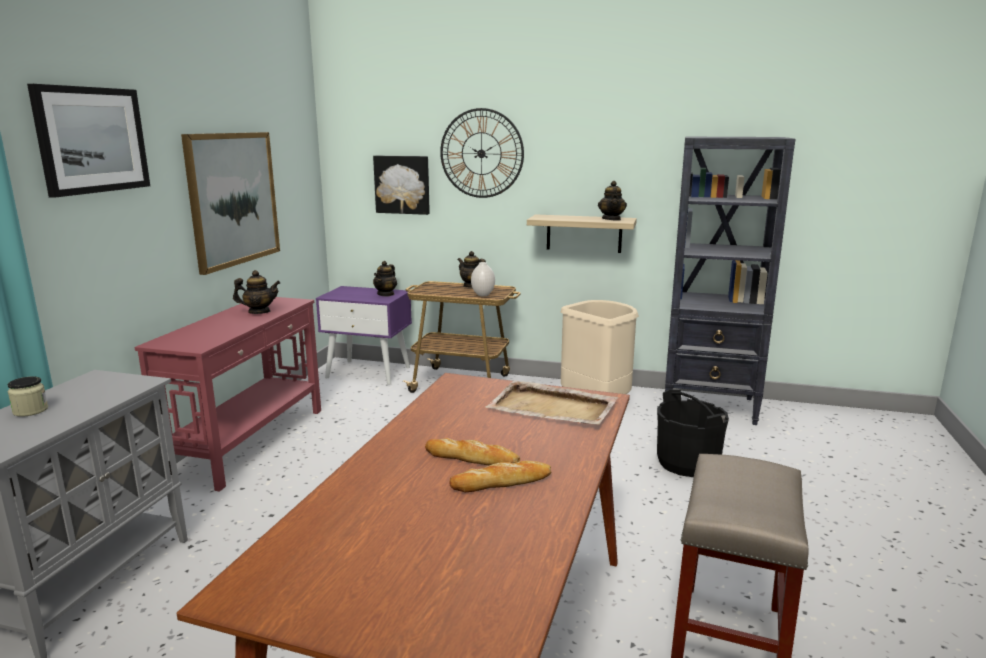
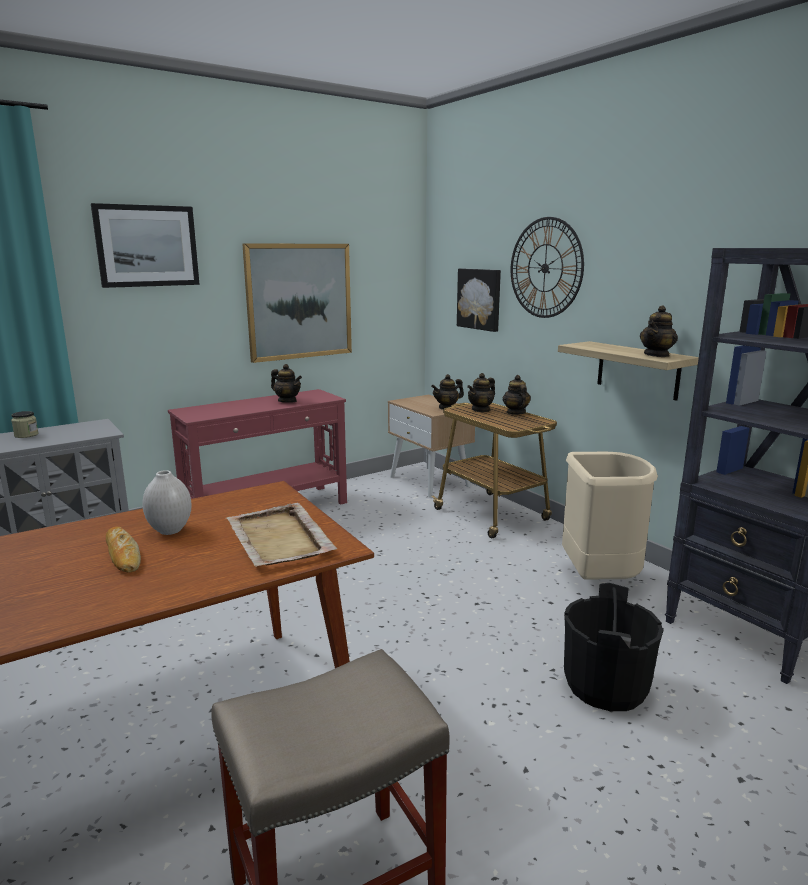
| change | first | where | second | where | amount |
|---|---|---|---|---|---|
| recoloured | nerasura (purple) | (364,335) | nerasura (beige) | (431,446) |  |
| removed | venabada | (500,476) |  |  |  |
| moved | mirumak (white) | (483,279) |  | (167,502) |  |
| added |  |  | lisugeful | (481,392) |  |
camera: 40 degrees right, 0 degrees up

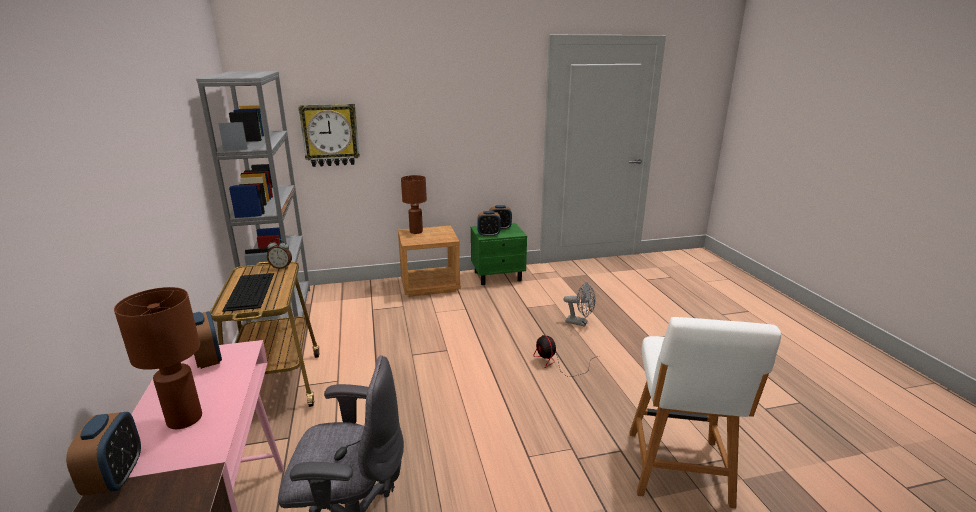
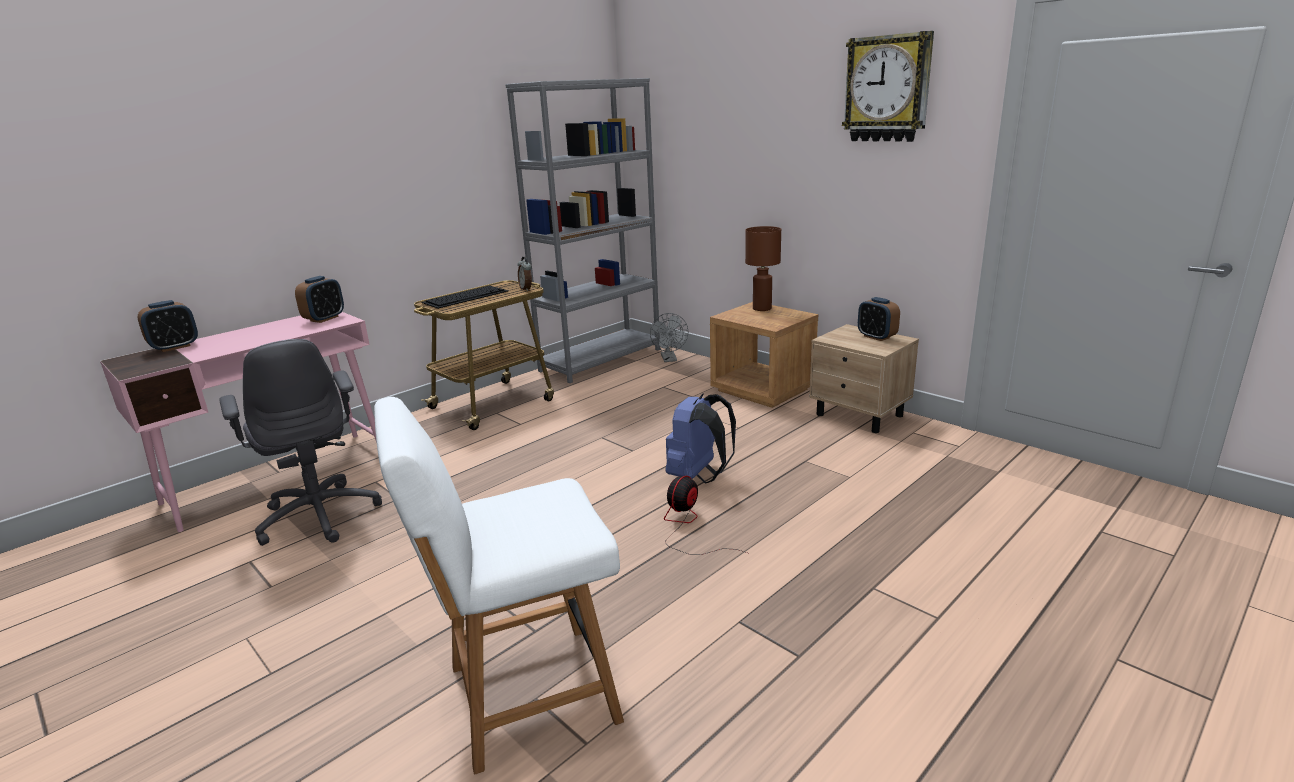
| change | first | where | second | where | amount |
|---|---|---|---|---|---|
| removed | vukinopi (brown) | (158,358) |  |  |  |
| moved | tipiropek | (329,135) |  | (888,86) |  |
| recoloured | nerasura (green) | (499,254) | nerasura (beige) | (864,378) |  |
| removed | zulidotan | (489,223) |  |  |  |
| moved | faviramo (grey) | (579,304) |  | (669,337) |  |
| added |  |  | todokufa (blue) | (701,439) |  |
camera: 60 degrees right, 0 degrees up

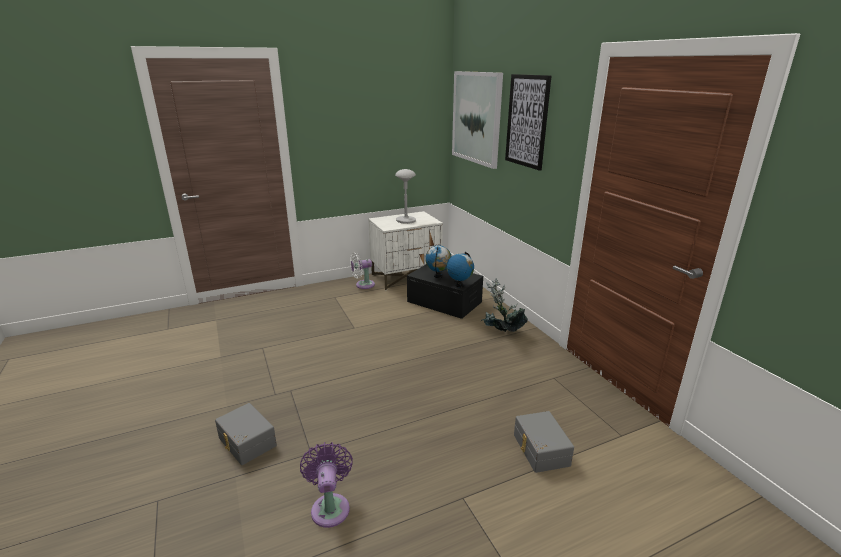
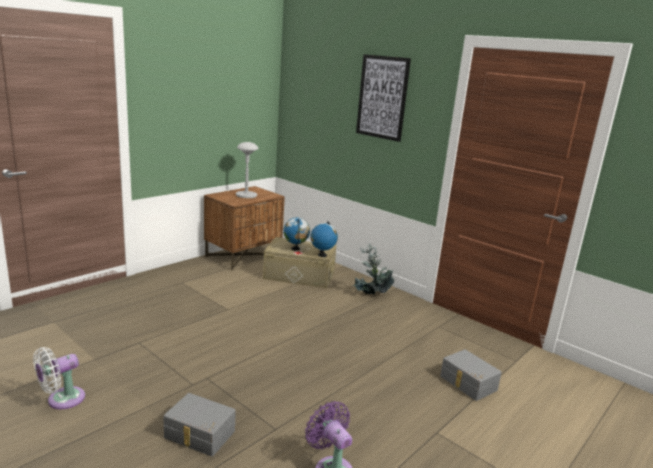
| change | first | where | second | where | amount |
|---|---|---|---|---|---|
| moved | faviramo (white) | (362,271) |  | (59,378) |  |
| recoloured | nerasura (white) | (405,250) | nerasura (brown) | (244,228) |  |
| recoloured | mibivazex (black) | (445,291) | mibivazex (beige) | (300,262) |  |
| removed | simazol | (477,120) |  |  |  |
camera: 25 degrees left, 5 degrees down

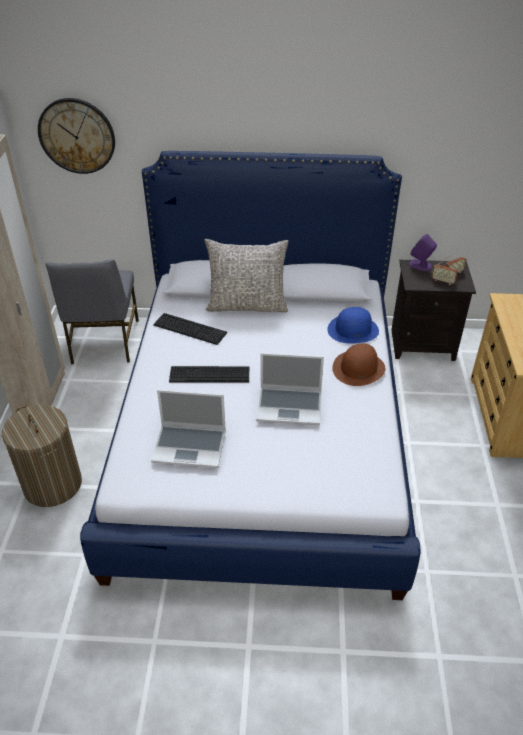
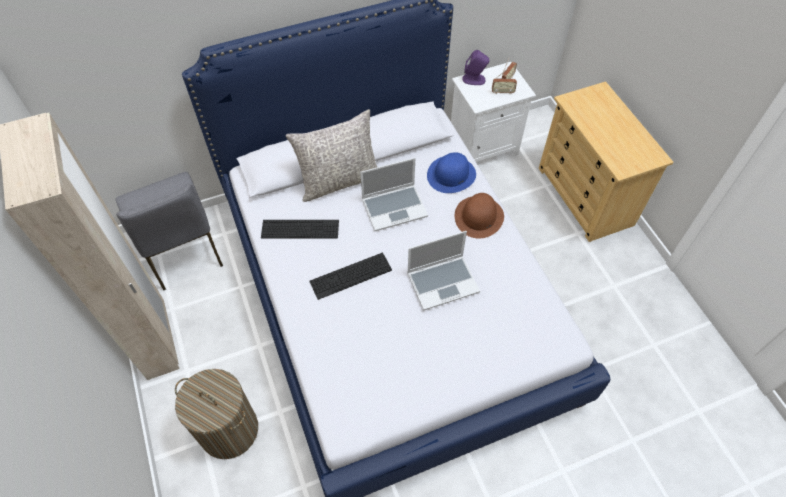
| change | first | where | second | where | amount |
|---|---|---|---|---|---|
| removed | tipiropek | (76,136) |  |  |  |
| moved | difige | (188,429) |  | (394,194) |  |
| recoloured | nerasura (black) | (433,310) | nerasura (white) | (493,112) |  |
camera: 25 degrees left, 15 degrees up

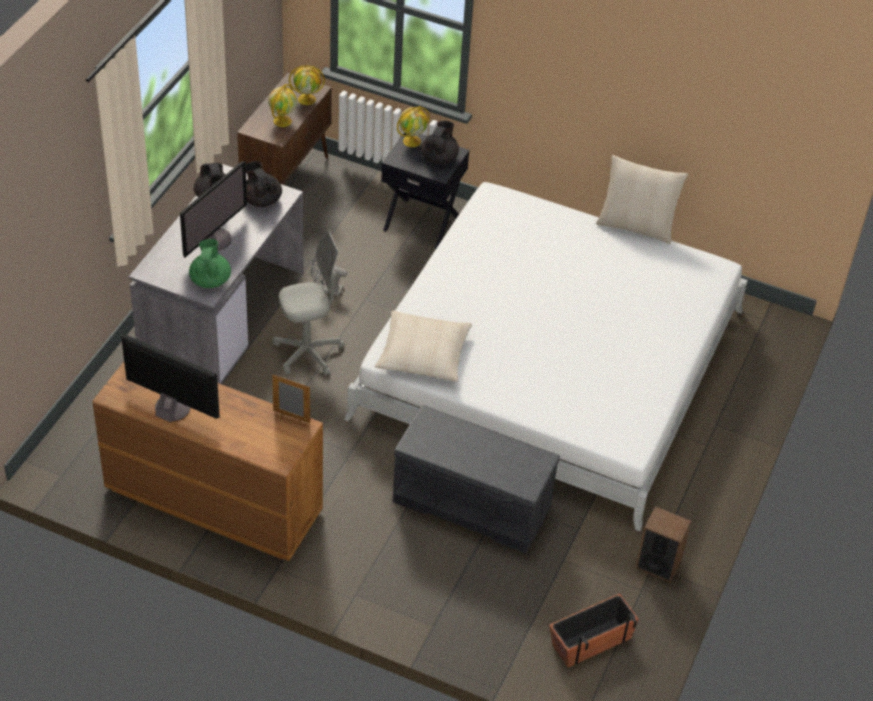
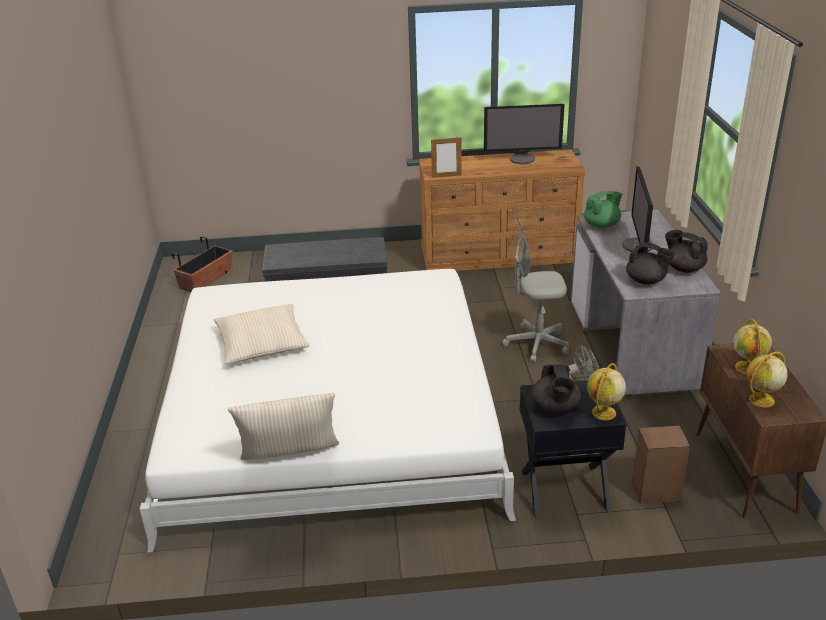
| change | first | where | second | where | amount |
|---|---|---|---|---|---|
| turned | lisugeful (green) | (210,263) |  | (603,210) | 90 degrees counterclockwise |
| turned | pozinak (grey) | (309,303) |  | (535,290) | 45 degrees clockwise |
| moved | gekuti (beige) | (423,346) |  | (261,334) |  |
| moved | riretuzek | (663,544) |  | (661,465) |  |
camera: 155 degrees right, 15 degrees down

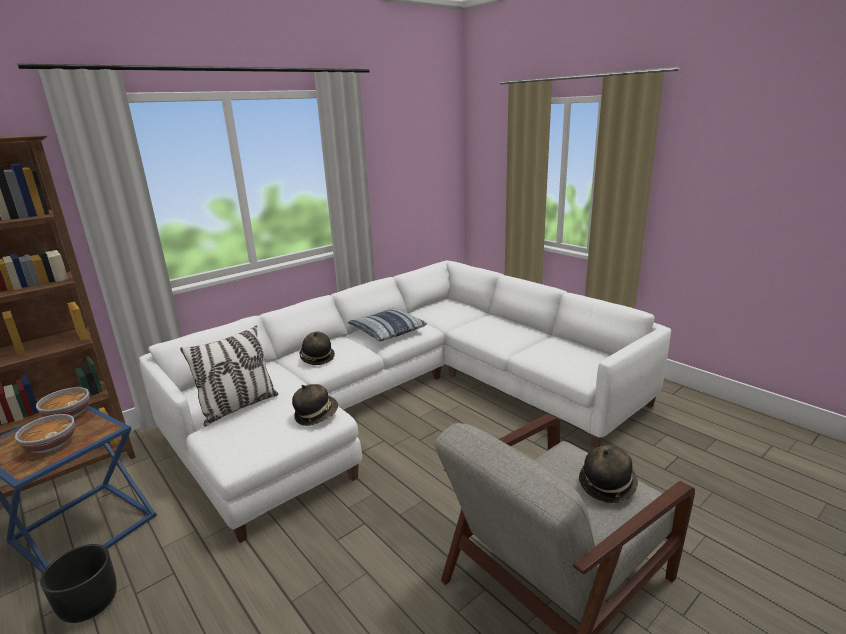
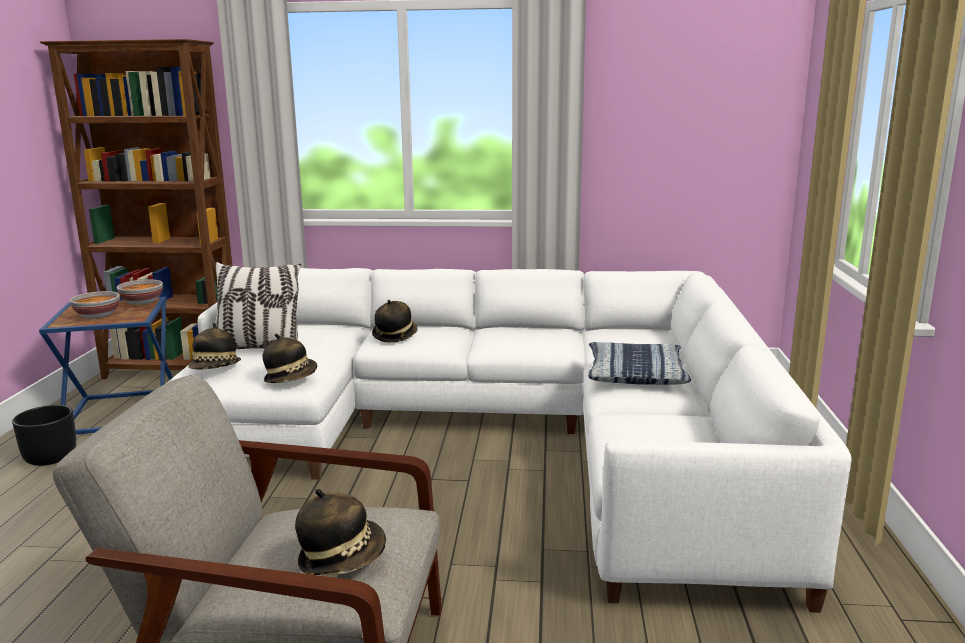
| change | first | where | second | where | amount |
|---|---|---|---|---|---|
| moved | gekuti | (387,324) |  | (639,363) |  |
| added |  |  | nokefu | (214,346) |  |
camera: 45 degrees right, 5 degrees down

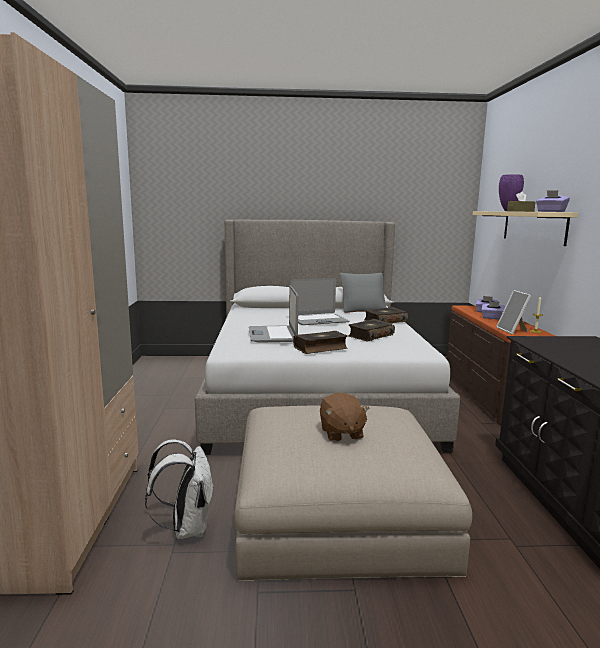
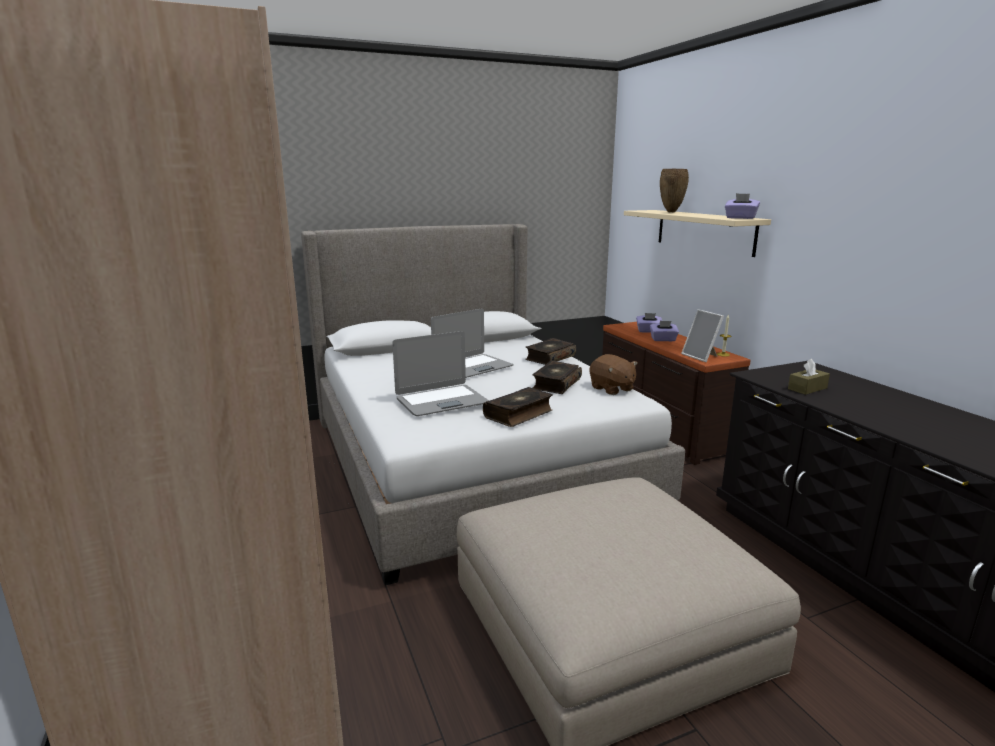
| change | first | where | second | where | amount |
|---|---|---|---|---|---|
| removed | todokufa (white) | (179,489) |  |  |  |
| turned | difige | (273,314) |  | (440,373) | 90 degrees counterclockwise |
| moved | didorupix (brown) | (345,417) |  | (614,374) |  |
| removed | gekuti (grey) | (363,293) |  |  |  |
| recoloured | mirumak (purple) | (511,192) | mirumak (brown) | (674,190) |  |
| moved | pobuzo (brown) | (521,201) |  | (809,377) |  |
camera: 20 degrees left, 5 degrees up

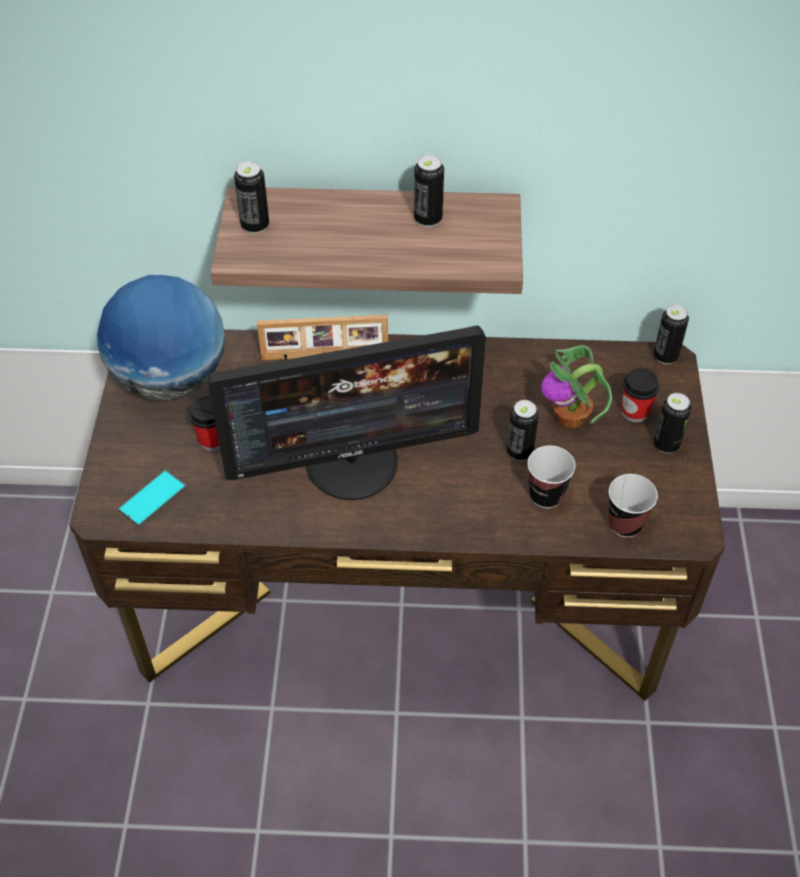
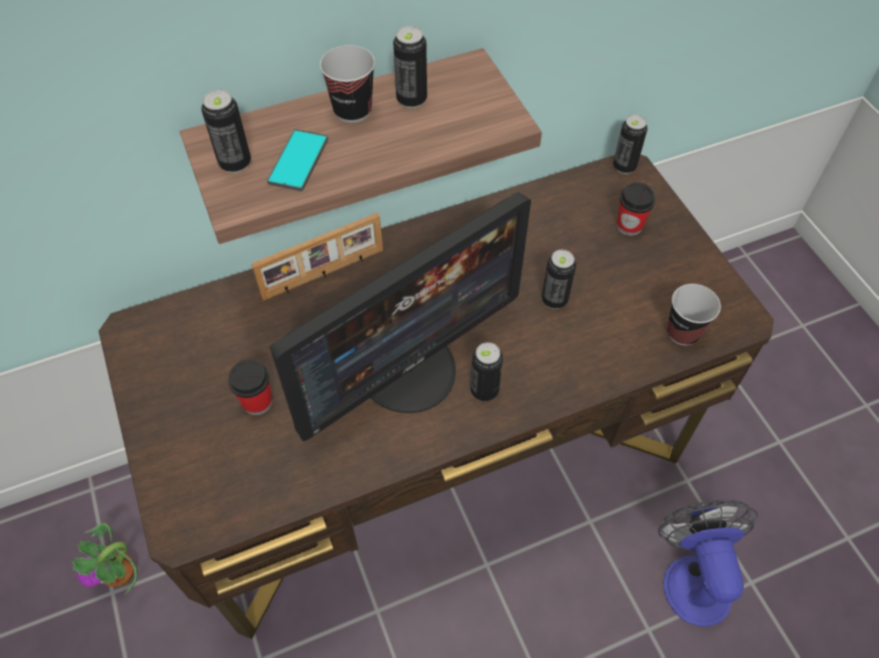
| change | first | where | second | where | amount |
|---|---|---|---|---|---|
| removed | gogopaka | (161,337) |  |  |  |
| moved | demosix | (152,498) |  | (297,160) |  |
| moved | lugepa | (552,476) |  | (347,84) |  |
| moved | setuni | (576,386) |  | (105,559) |  |
| moved | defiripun | (672,423) |  | (486,371) |  |
| added |  |  | faviramo | (708,563) |  |
camera: 25 degrees left, 5 degrees up

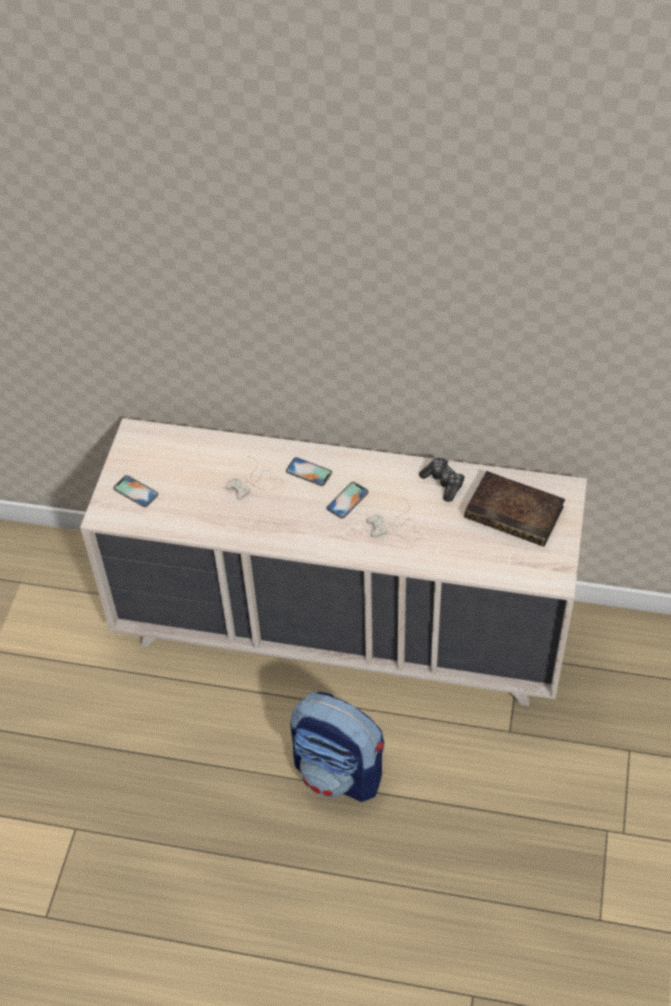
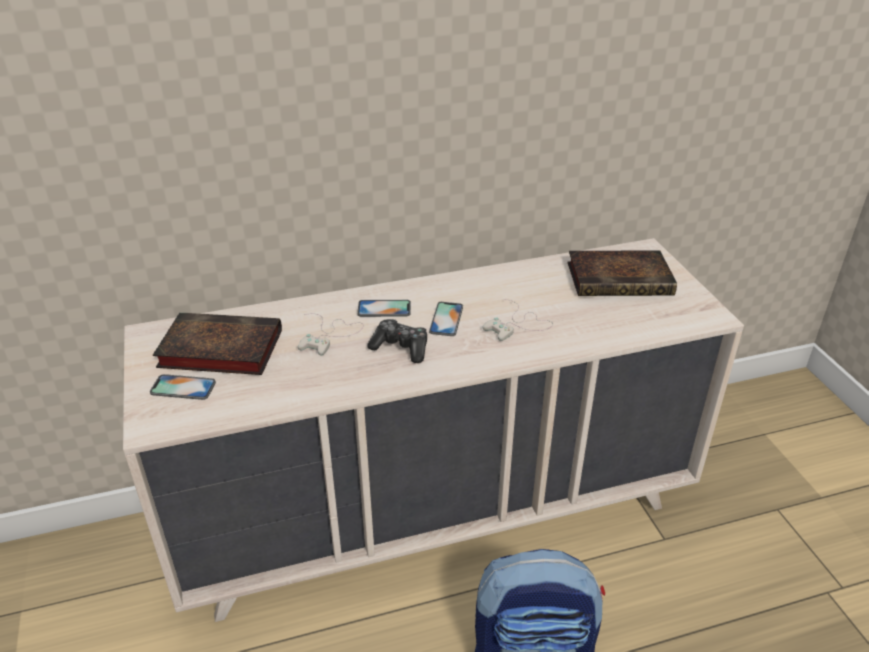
| change | first | where | second | where | amount |
|---|---|---|---|---|---|
| moved | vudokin | (442,480) |  | (397,341) |  |
| added |  |  | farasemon | (217,343) |  |
camera: 30 degrees left, 15 degrees down

